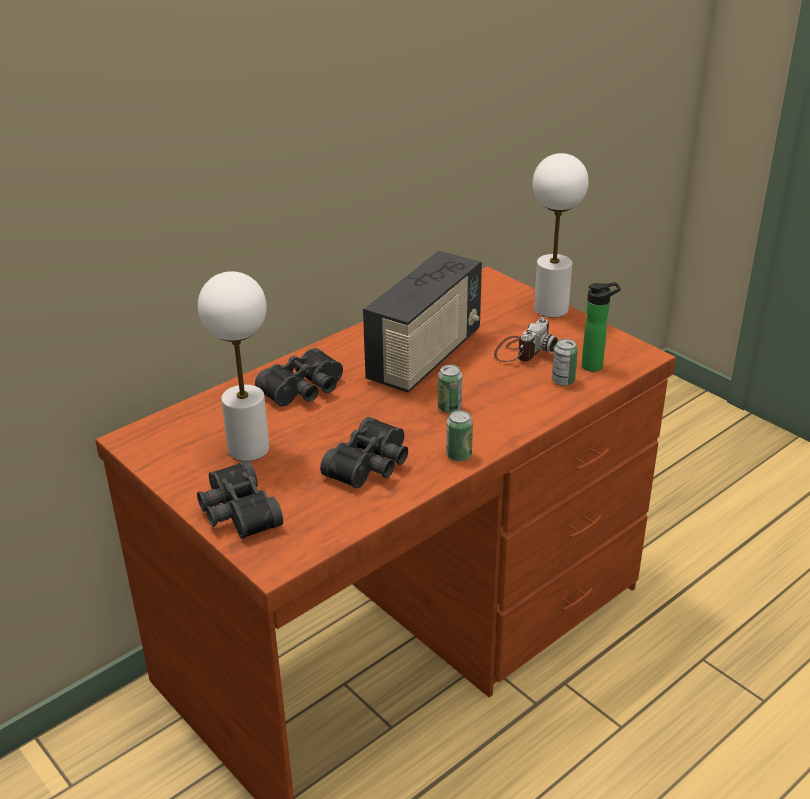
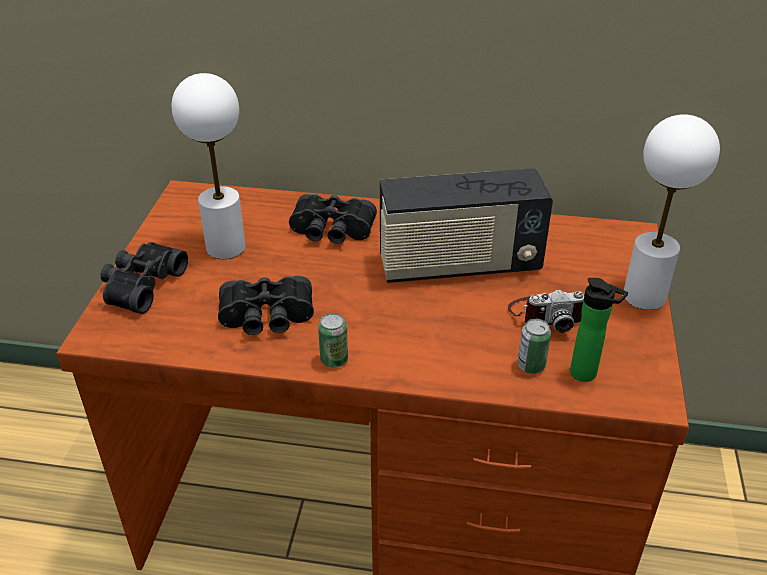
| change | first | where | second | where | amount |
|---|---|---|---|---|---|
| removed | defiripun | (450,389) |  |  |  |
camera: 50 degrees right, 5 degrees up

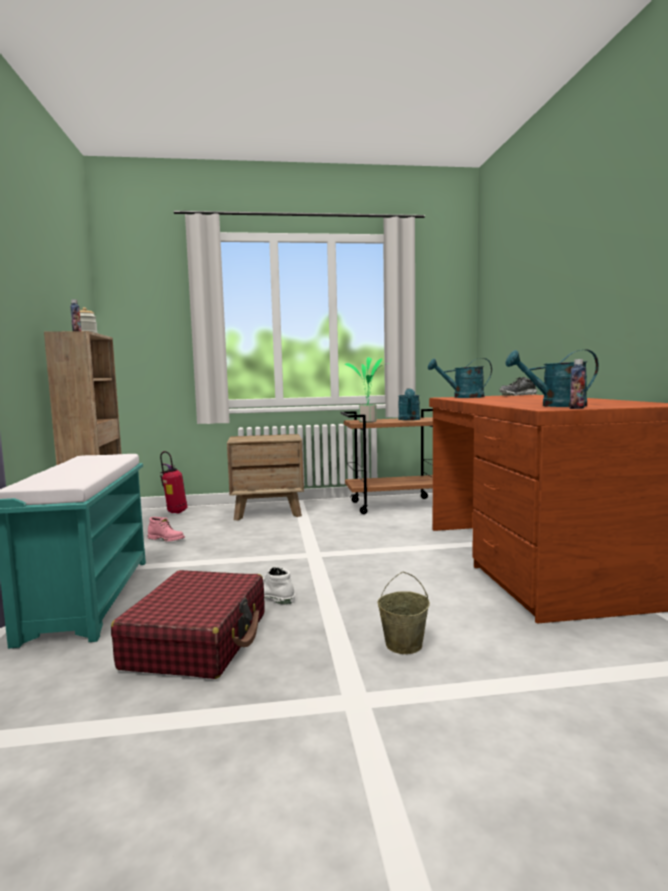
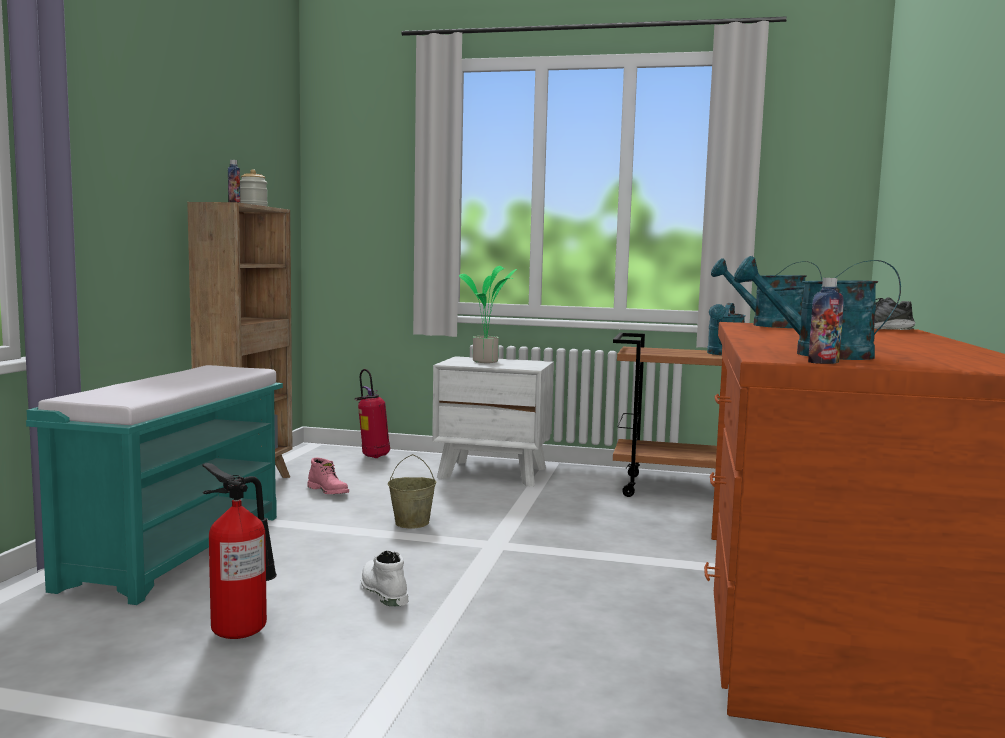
| change | first | where | second | where | amount |
|---|---|---|---|---|---|
| replaced | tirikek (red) | (188,624) | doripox | (239,551) |  |
| recoloured | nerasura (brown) | (265,477) | nerasura (white) | (493,421) |  |
| moved | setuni | (364,389) |  | (488,314) |  |
| moved | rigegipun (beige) | (403,613) |  | (412,491) |  |
camera: 20 degrees right, 0 degrees up

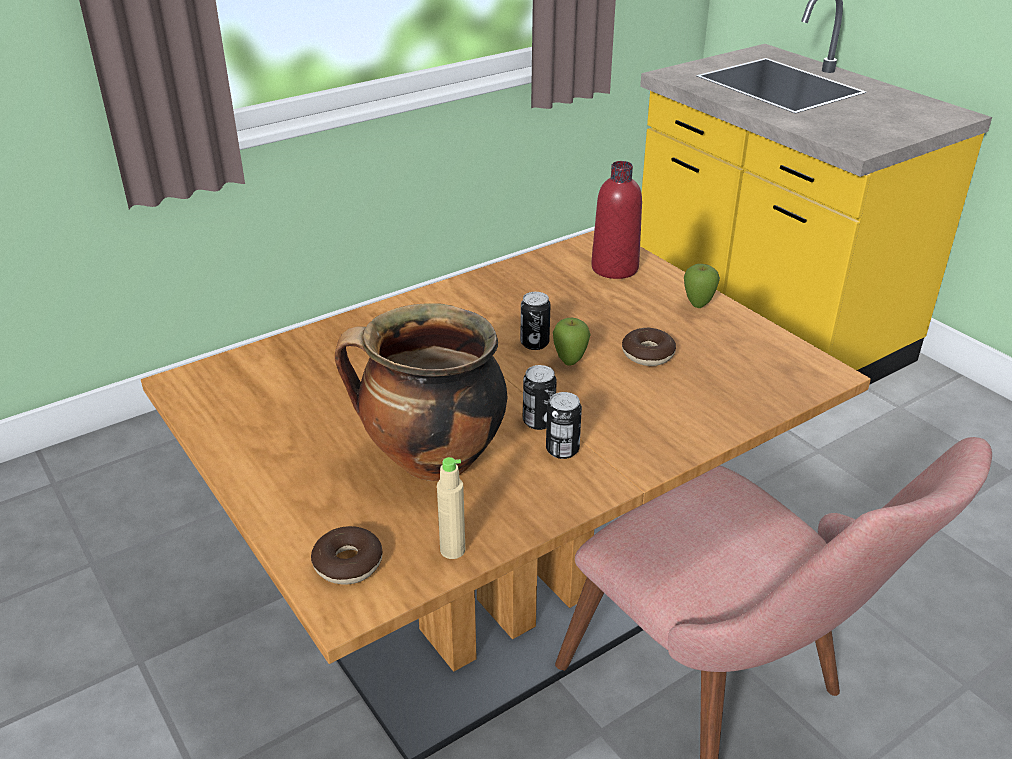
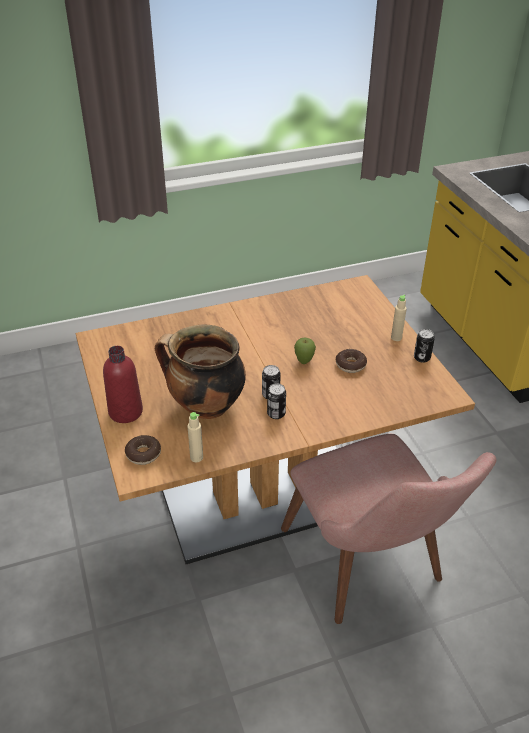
| change | first | where | second | where | amount |
|---|---|---|---|---|---|
| moved | defiripun | (535,321) |  | (424,346) |  |
| moved | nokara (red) | (616,220) |  | (123,384) |  |
| replaced | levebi | (702,286) | nokara (beige) | (399,318) |  |
camera: 15 degrees right, 5 degrees up

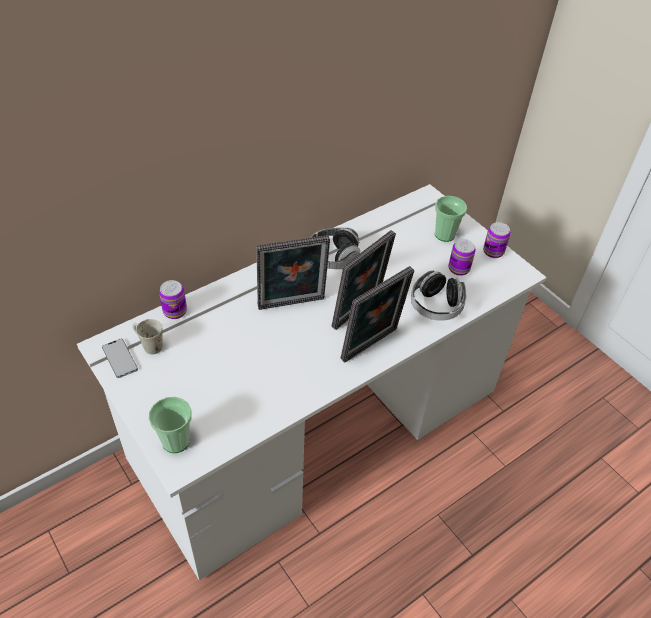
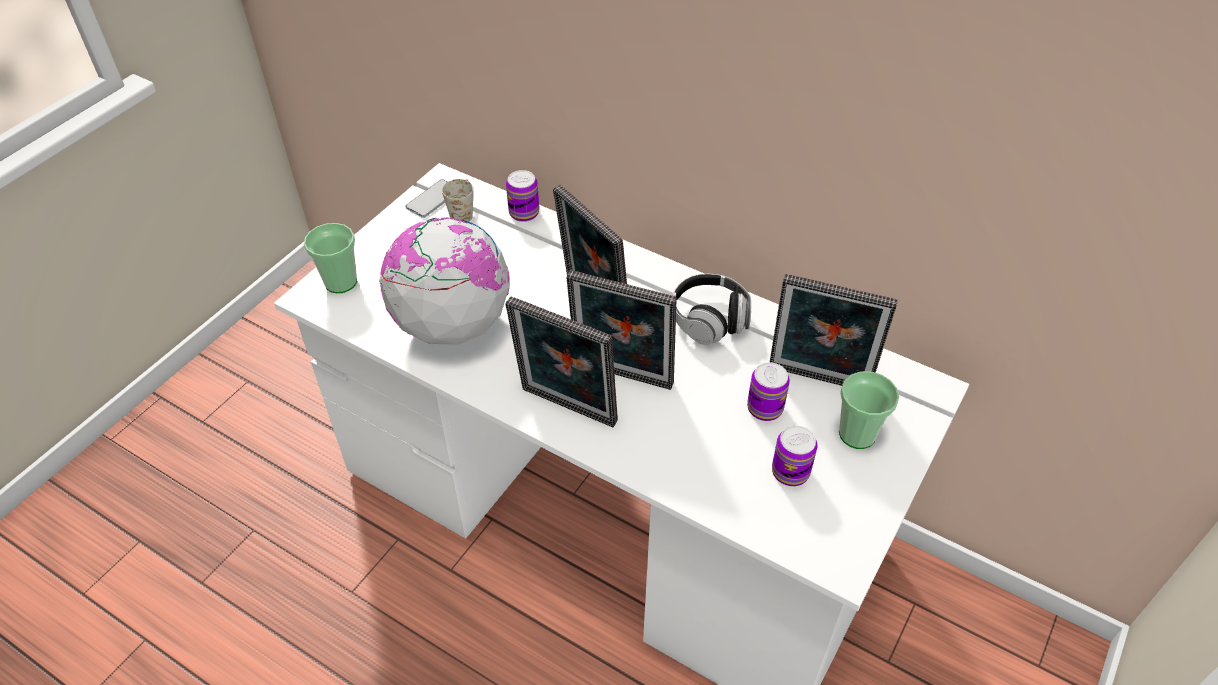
| change | first | where | second | where | amount |
|---|---|---|---|---|---|
| removed | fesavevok | (438,295) |  |  |  |
| moved | defiripun | (497,240) |  | (768,391) |  |
| added |  |  | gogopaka | (444,281) |  |
| added |  |  | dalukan | (834,330) |  |
camera: 70 degrees right, 0 degrees up

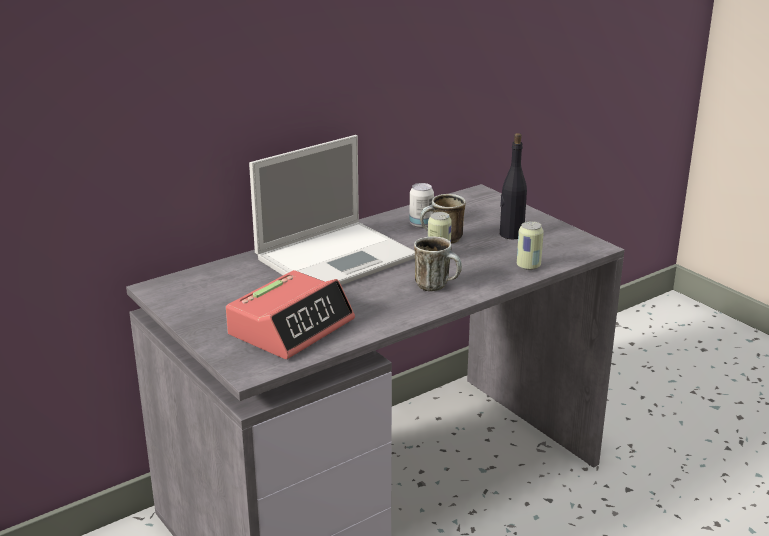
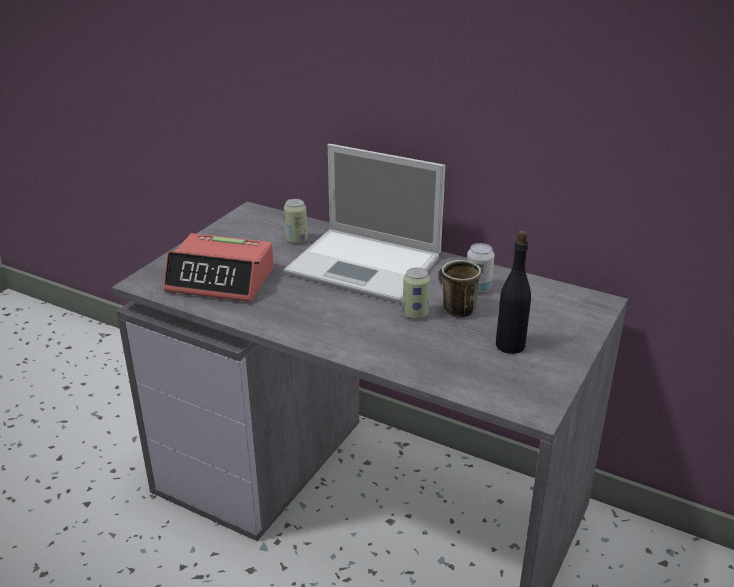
| change | first | where | second | where | amount |
|---|---|---|---|---|---|
| removed | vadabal | (438,263) |  |  |  |
| moved | defiripun | (530,245) |  | (295,221) |  |
camera: 65 degrees right, 5 degrees up

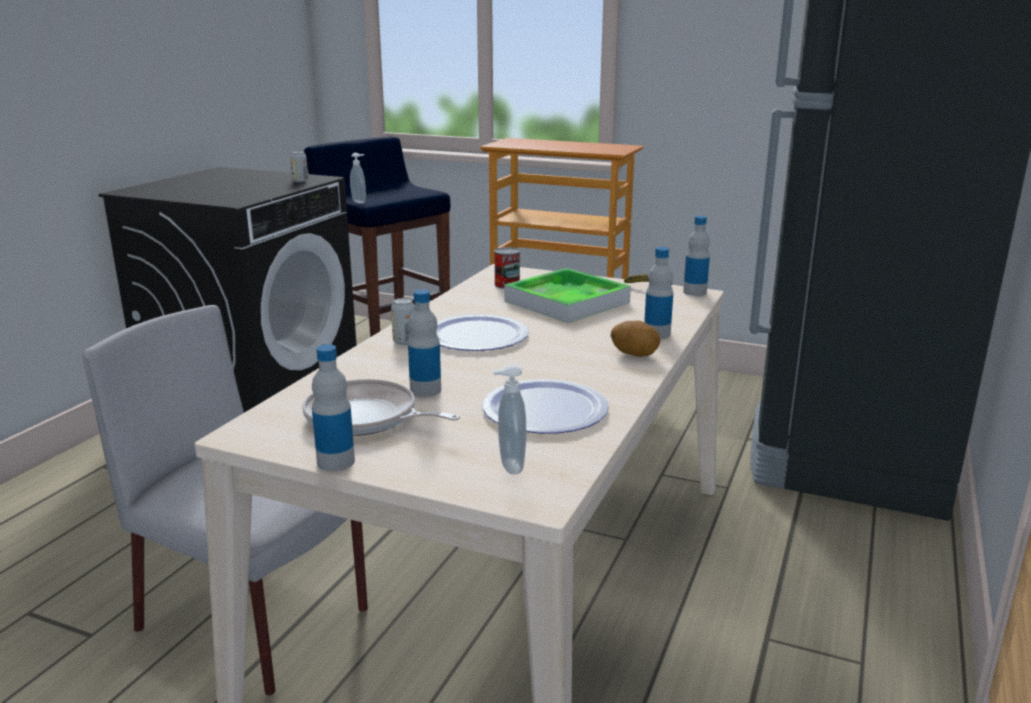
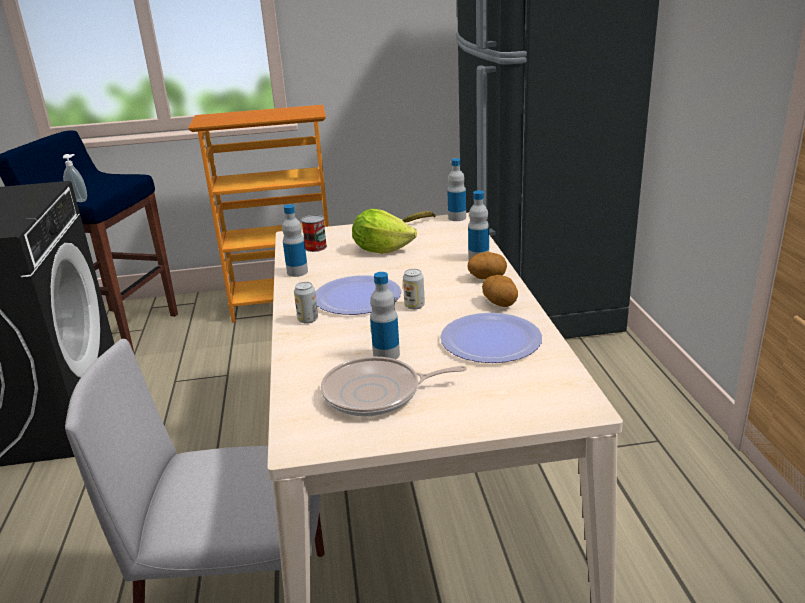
| change | first | where | second | where | amount |
|---|---|---|---|---|---|
| moved | defiripun | (299,166) |  | (414,289) |  |
| moved | nokara | (333,407) |  | (295,240) |  |
| removed | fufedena | (509,420) |  |  |  |
| replaced | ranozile | (567,295) | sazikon | (384,231) |  |
| added |  |  | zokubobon | (500,291) |  |
camera: 30 degrees left, 5 degrees up

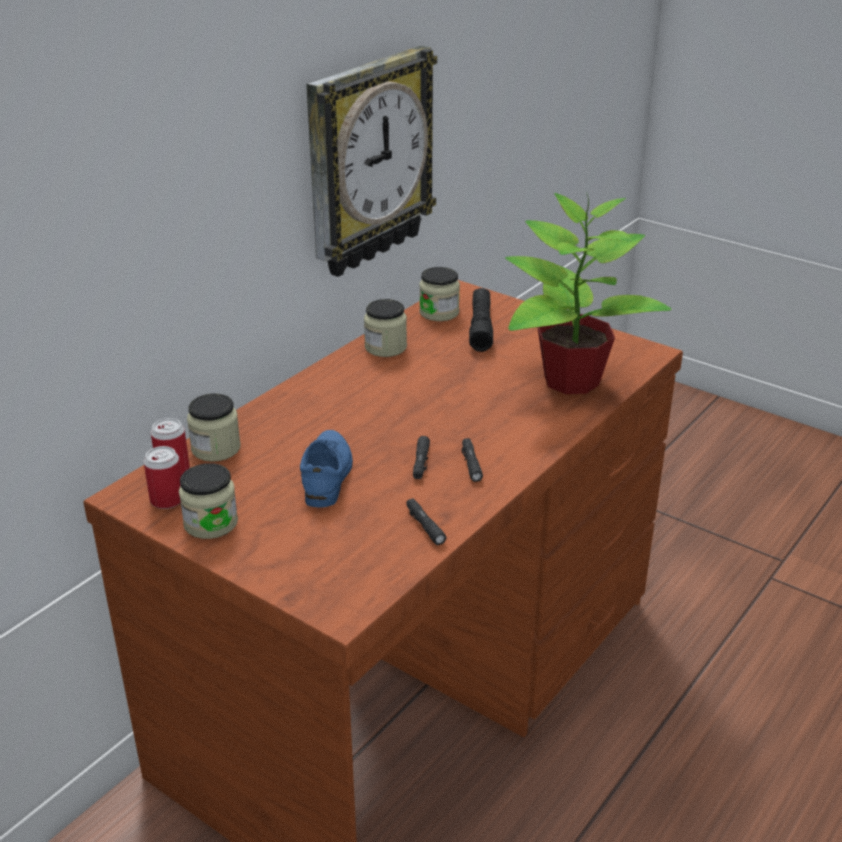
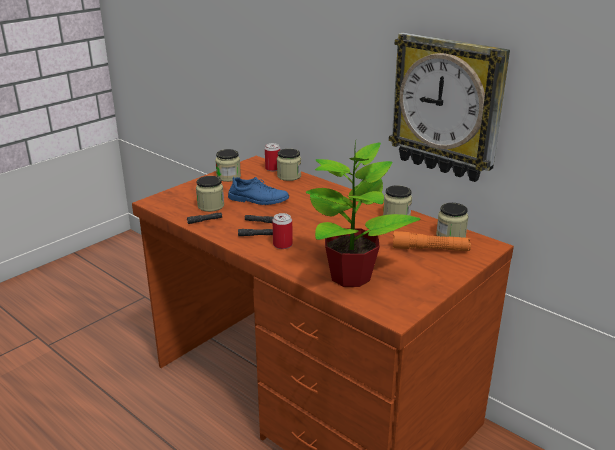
| change | first | where | second | where | amount |
|---|---|---|---|---|---|
| moved | defiripun | (162,477) |  | (282,231) |  |
| recoloured | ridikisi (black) | (481,320) | ridikisi (orange) | (432,241) |  |
| added |  |  | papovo | (210,194) |  |
camera: 95 degrees right, 5 degrees down

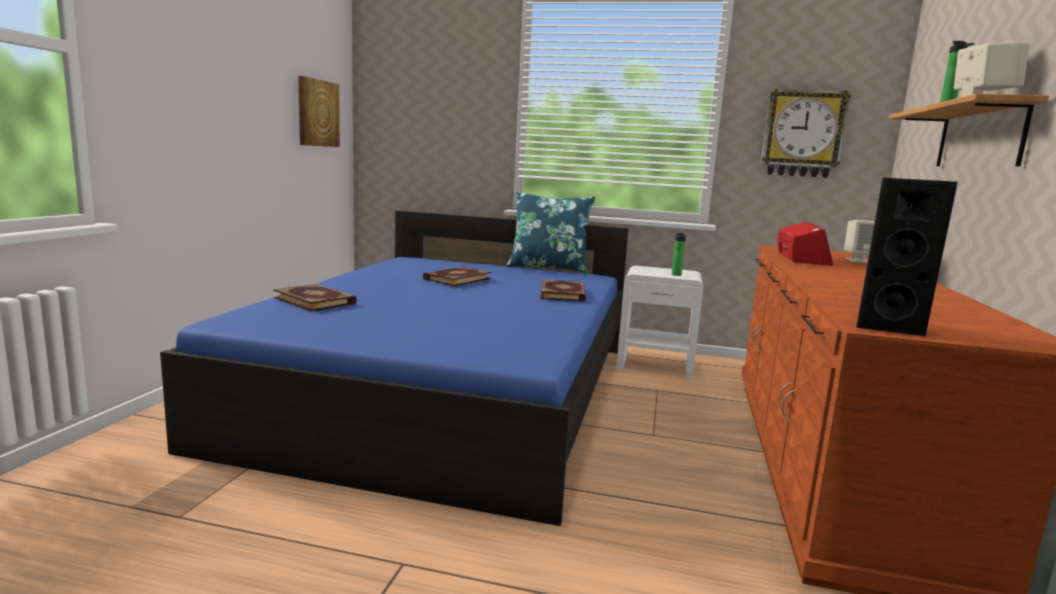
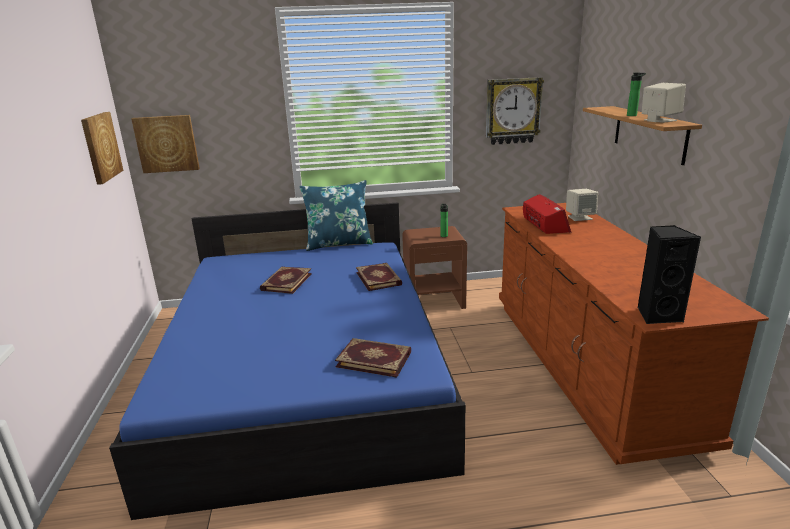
| change | first | where | second | where | amount |
|---|---|---|---|---|---|
| moved | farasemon | (315,298) |  | (373,358) |  |
| recoloured | nerasura (white) | (660,322) | nerasura (brown) | (434,267) |  |
| added |  |  | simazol | (165,144) |  |
camera: 20 degrees left, 10 degrees up

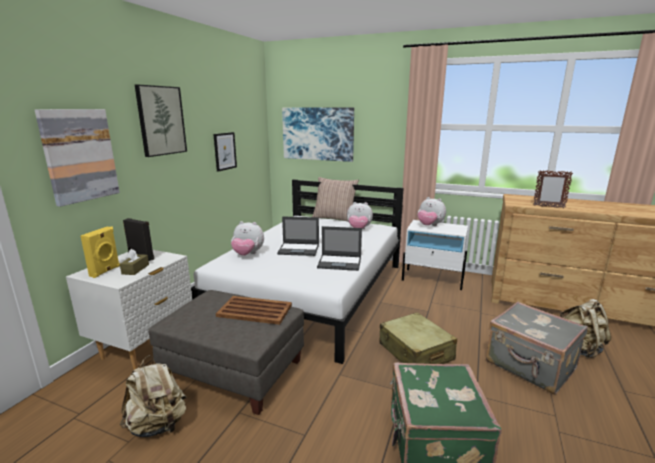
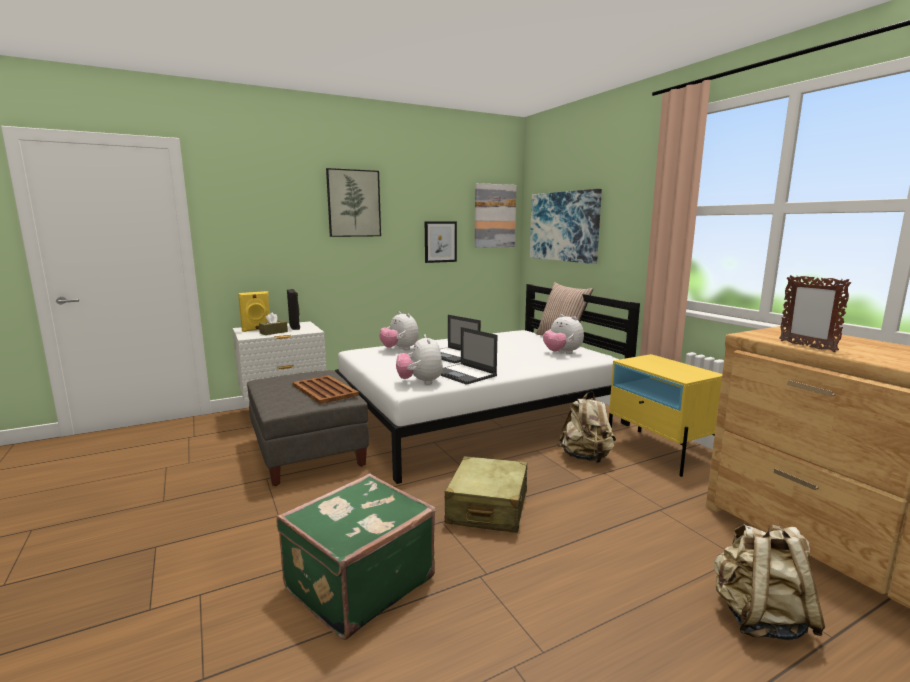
| change | first | where | second | where | amount |
|---|---|---|---|---|---|
| moved | simazol | (77,158) |  | (495,215) |  |
| moved | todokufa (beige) | (153,396) |  | (586,427) |  |
| recoloured | nerasura (white) | (435,255) | nerasura (yellow) | (665,415) |  |
| moved | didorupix | (431,211) |  | (419,359) |  |
| removed | tirikek (grey) | (537,348) |  |  |  |
camera: 40 degrees right, 5 degrees down

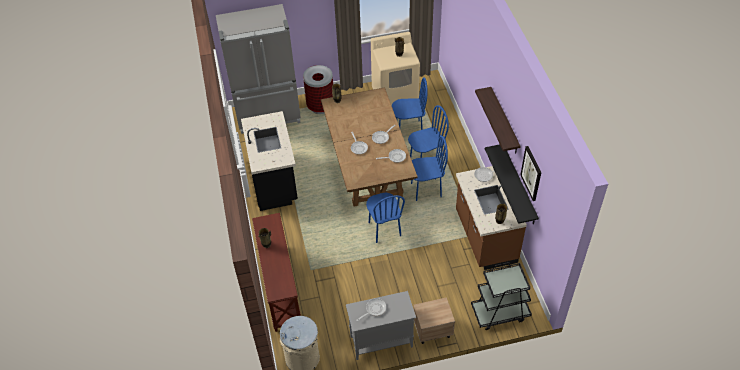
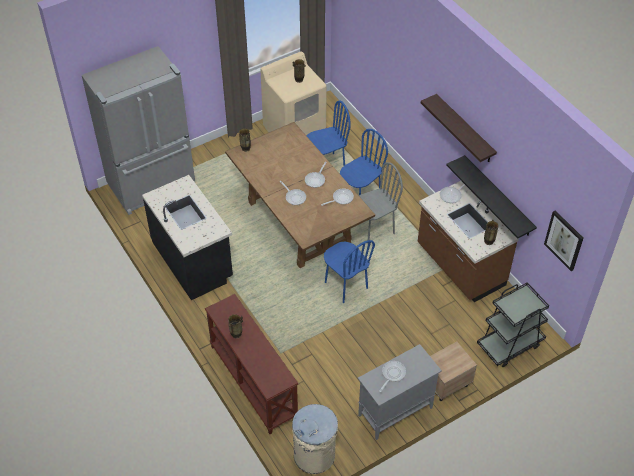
| change | first | where | second | where | amount |
|---|---|---|---|---|---|
| removed | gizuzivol | (318,89) |  |  |  |
| recoloured | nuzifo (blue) | (429,168) | nuzifo (grey) | (381,203) |  |
| moved | simazol | (530,173) |  | (563,241) |  |
camera: 20 degrees left, 0 degrees up

